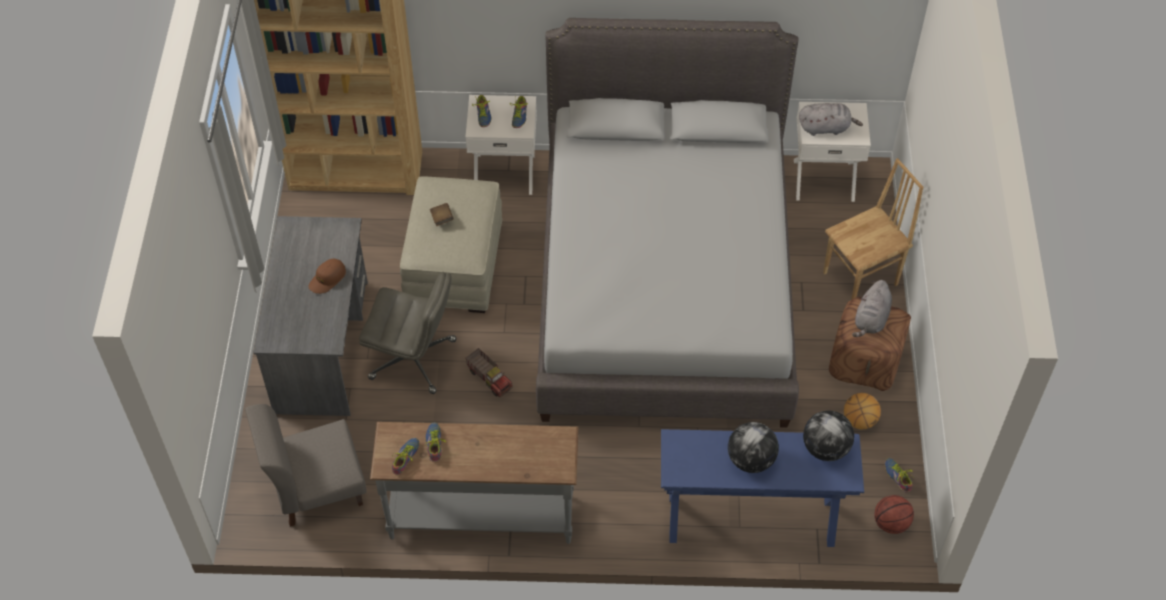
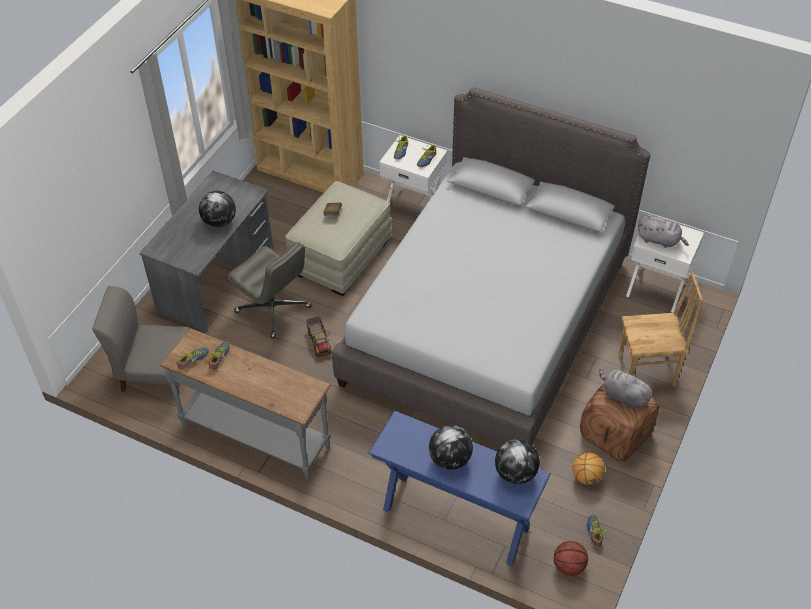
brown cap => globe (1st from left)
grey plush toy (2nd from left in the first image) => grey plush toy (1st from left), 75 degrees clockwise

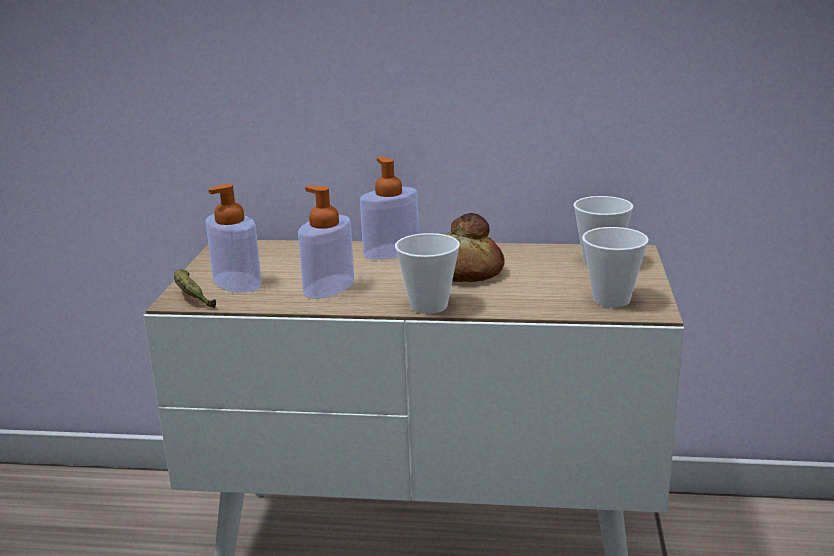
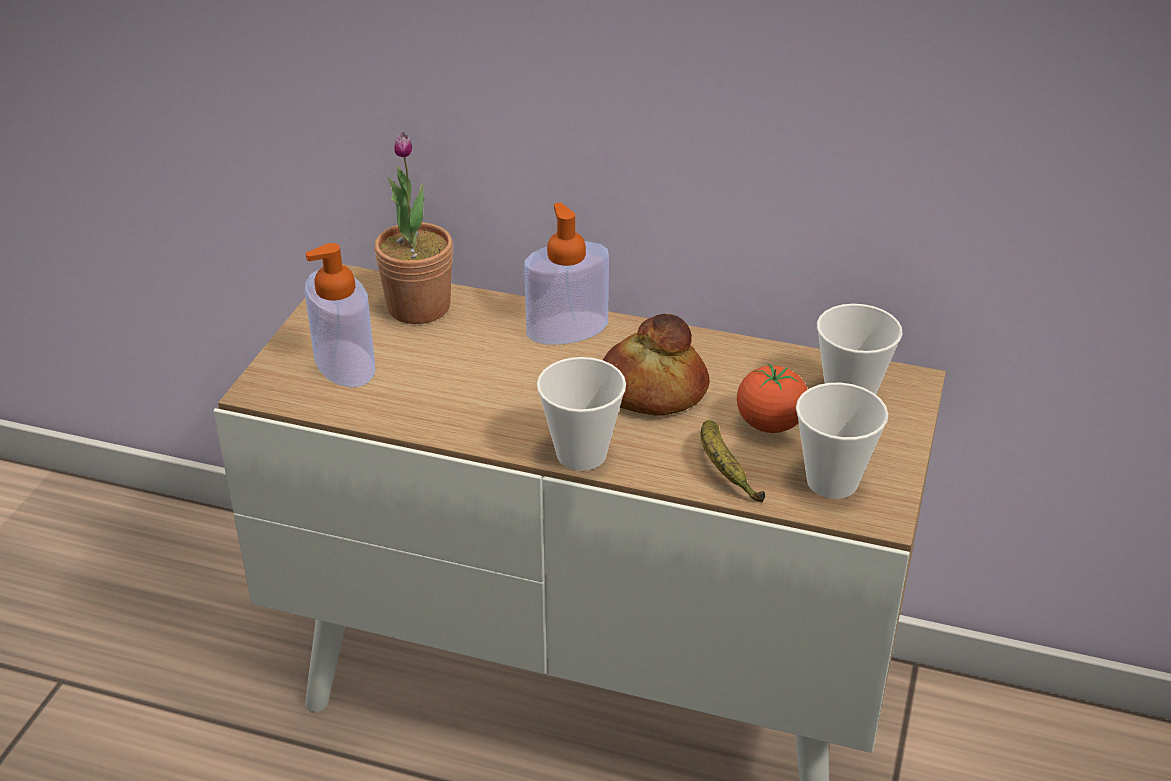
soap dispenser (2nd from left) => nothing
banana, move
nothing => potted plant
nothing => tomato

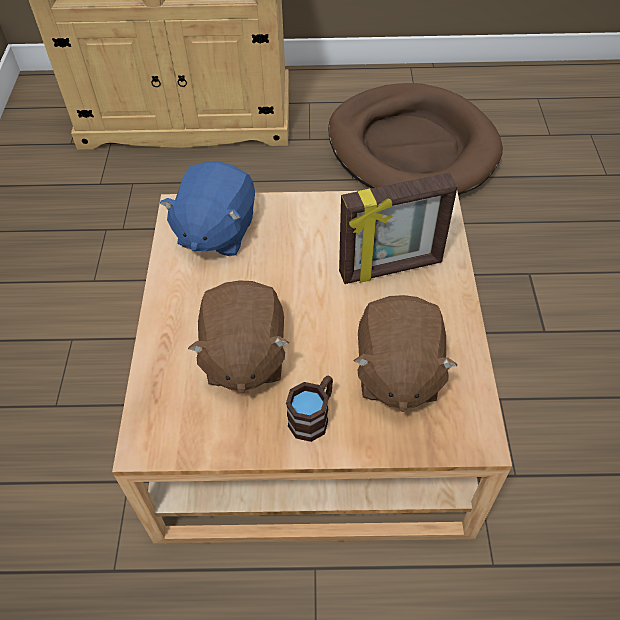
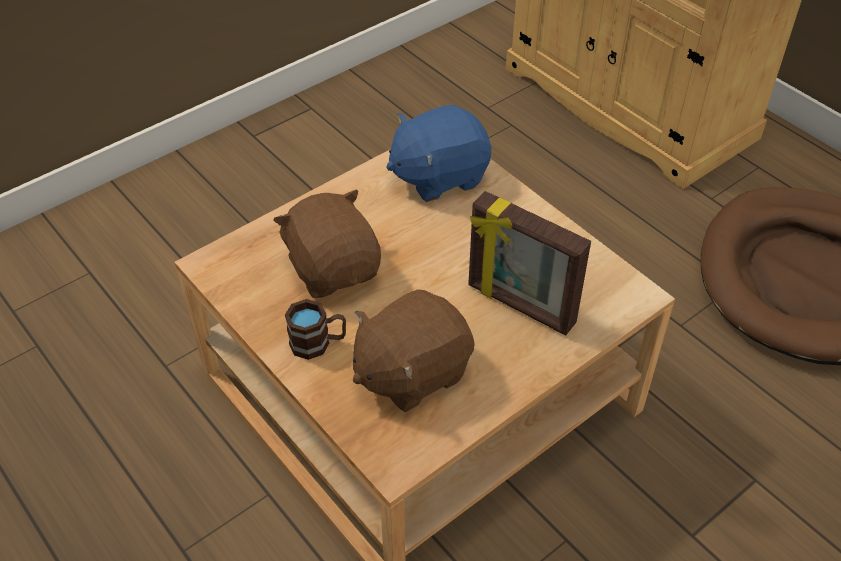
brown plush toy (1st from left), 105 degrees clockwise

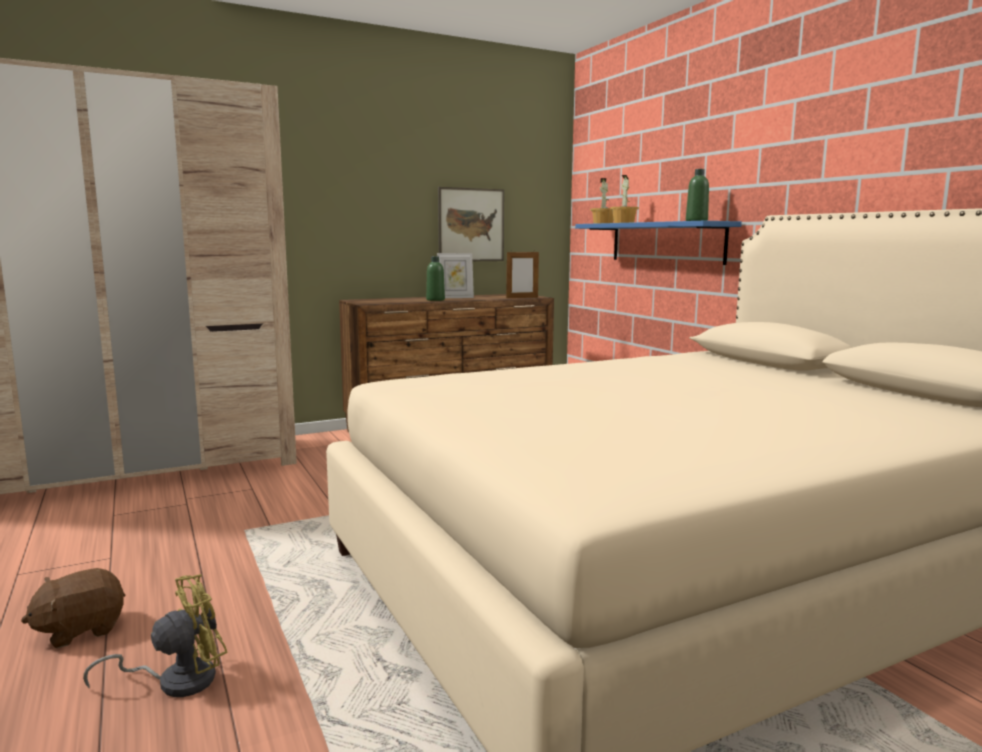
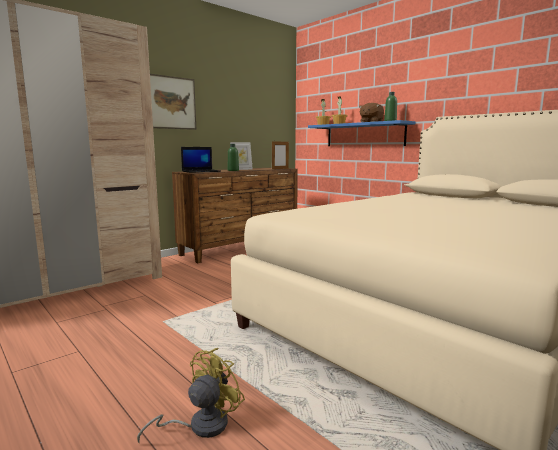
picture, move
brown plush toy, move
nothing => laptop

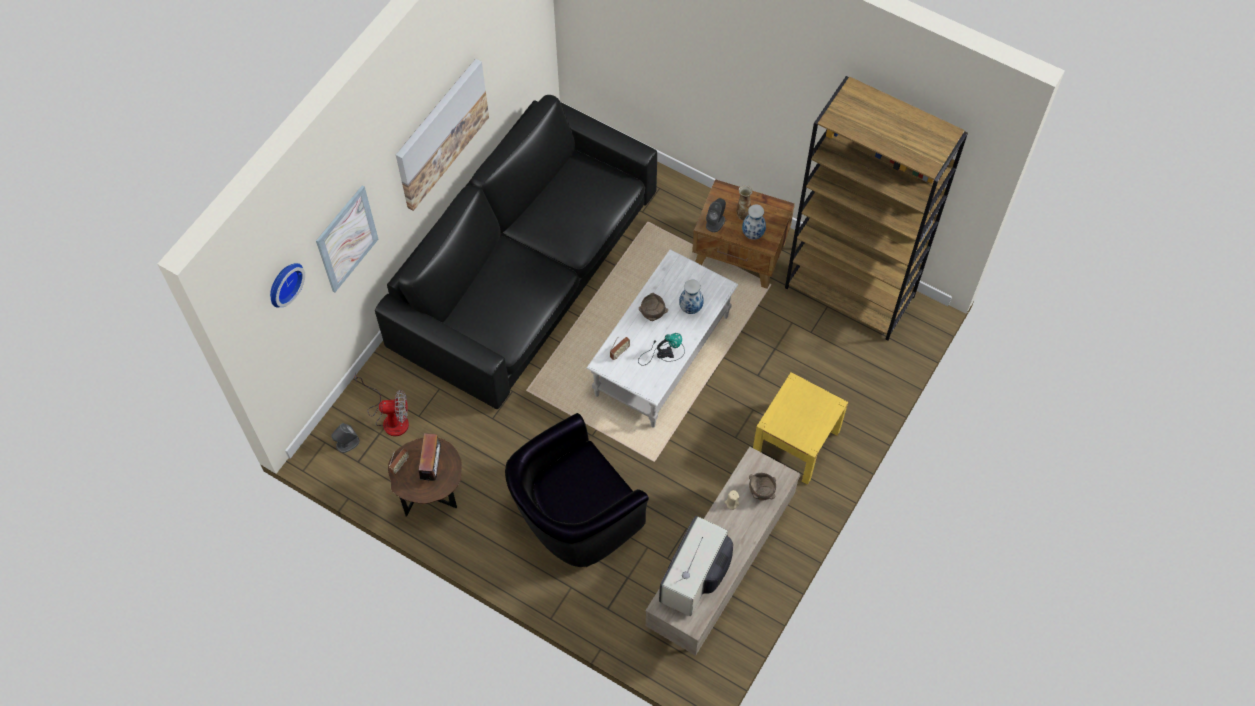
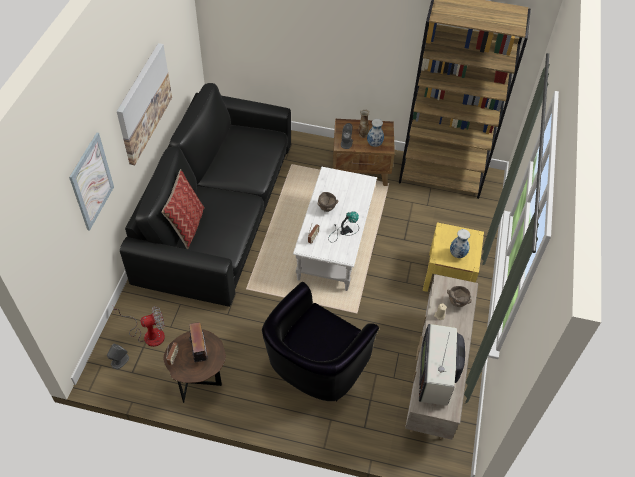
wall clock => nothing
vase (1st from left in the first image) => vase (3rd from left), move
nothing => pillow

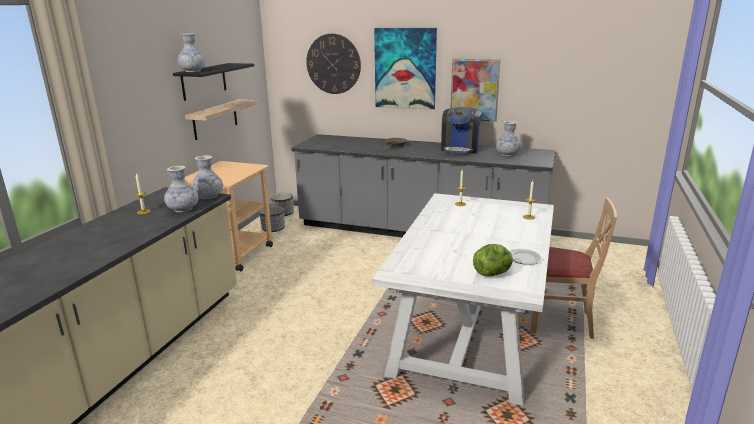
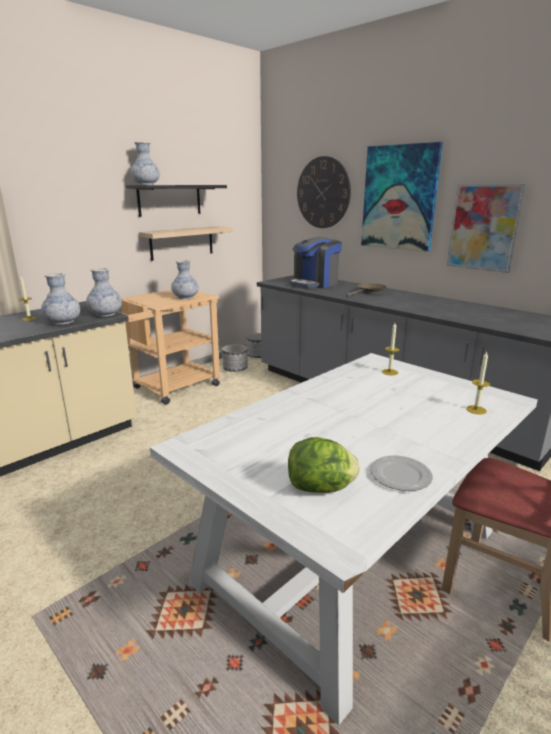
coffee machine, move
vase (4th from left), move

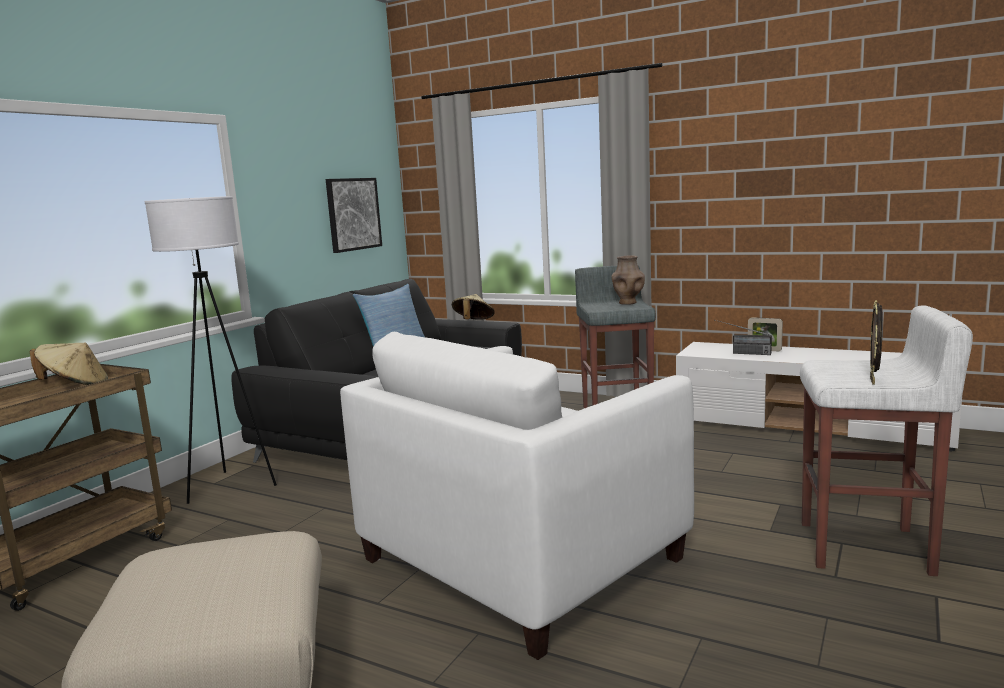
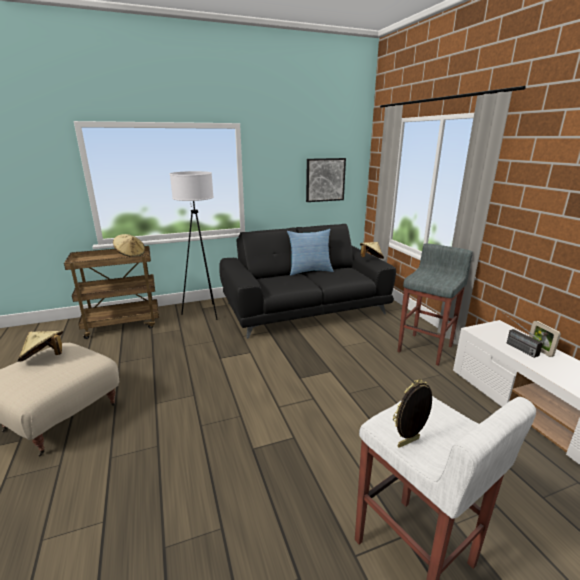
brown vase => nothing
white armchair => nothing
nothing => beige hat (1st from left)

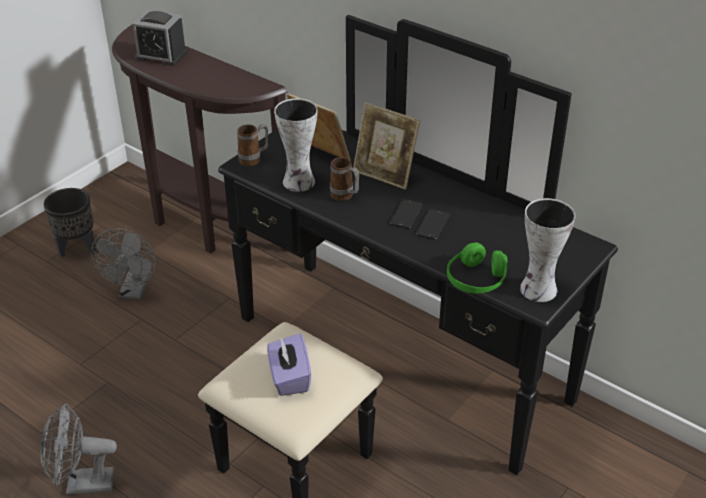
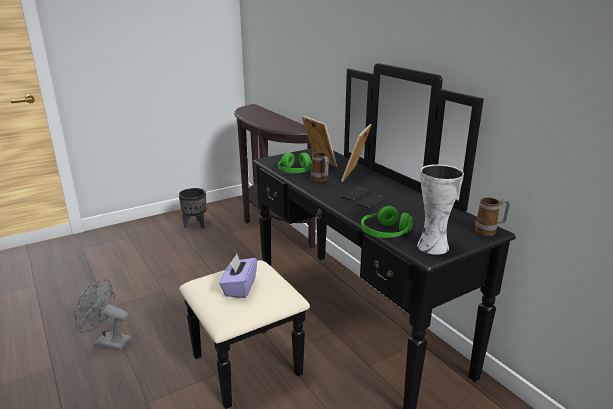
alarm clock => nothing
vase (1st from left) => green headphones (1st from left)
picture frame (2nd from left), 60 degrees clockwise
mug (1st from left in the first image) => mug (2nd from left), move
grey fan (2nd from left) => nothing

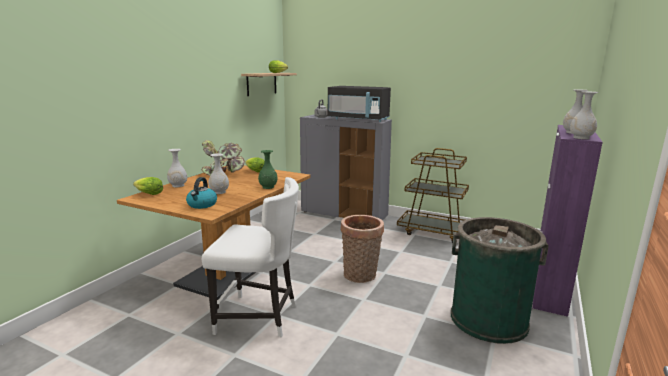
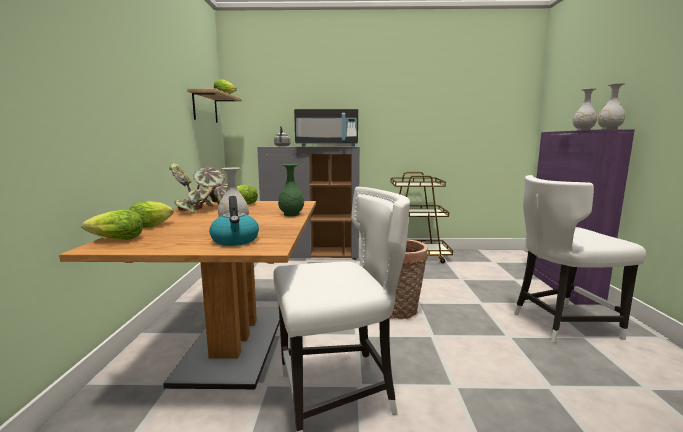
white vase (1st from left) => lettuce (2nd from left)
green trash can => white chair (2nd from left)

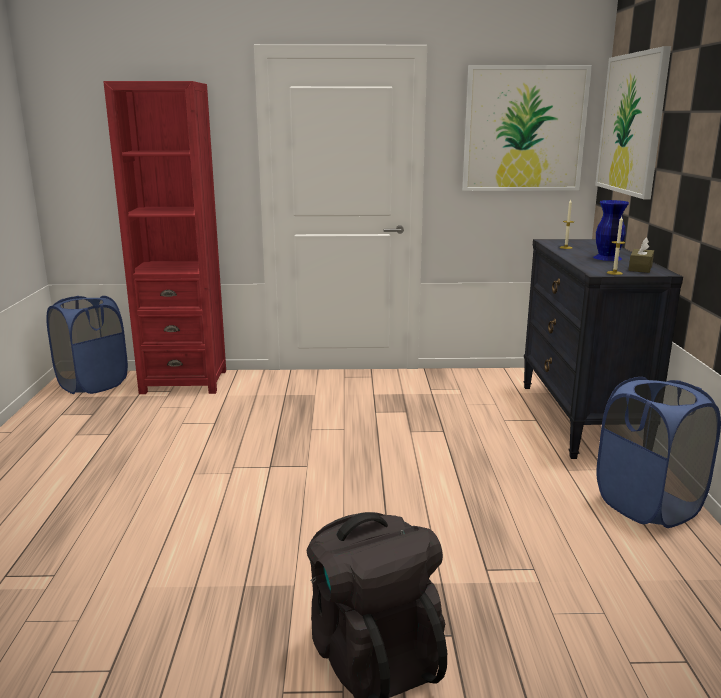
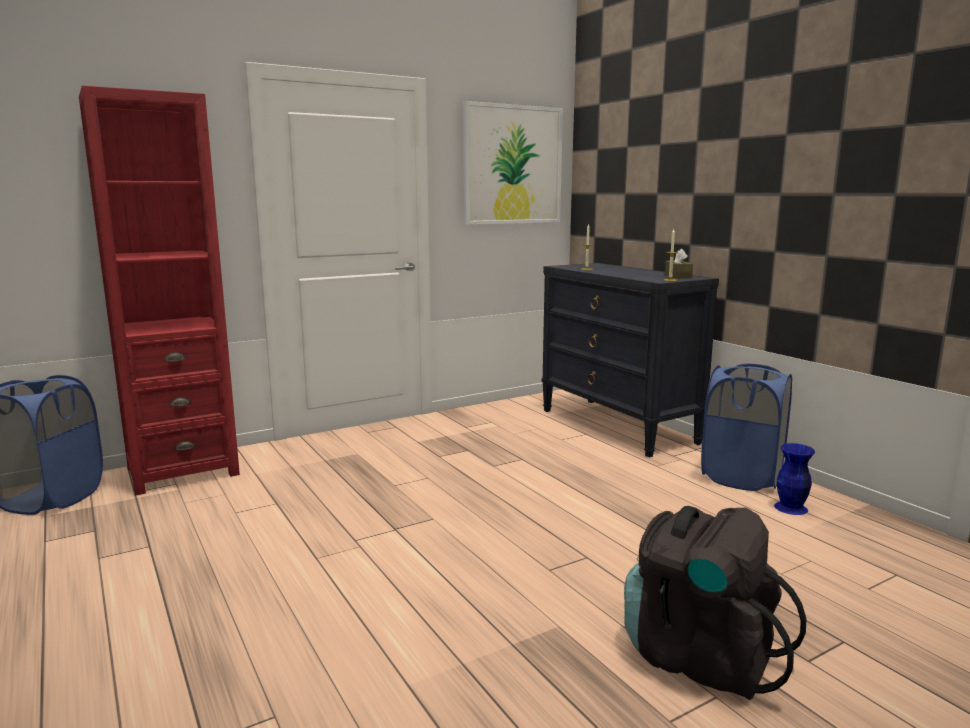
picture (2nd from left) => nothing
blue vase, move

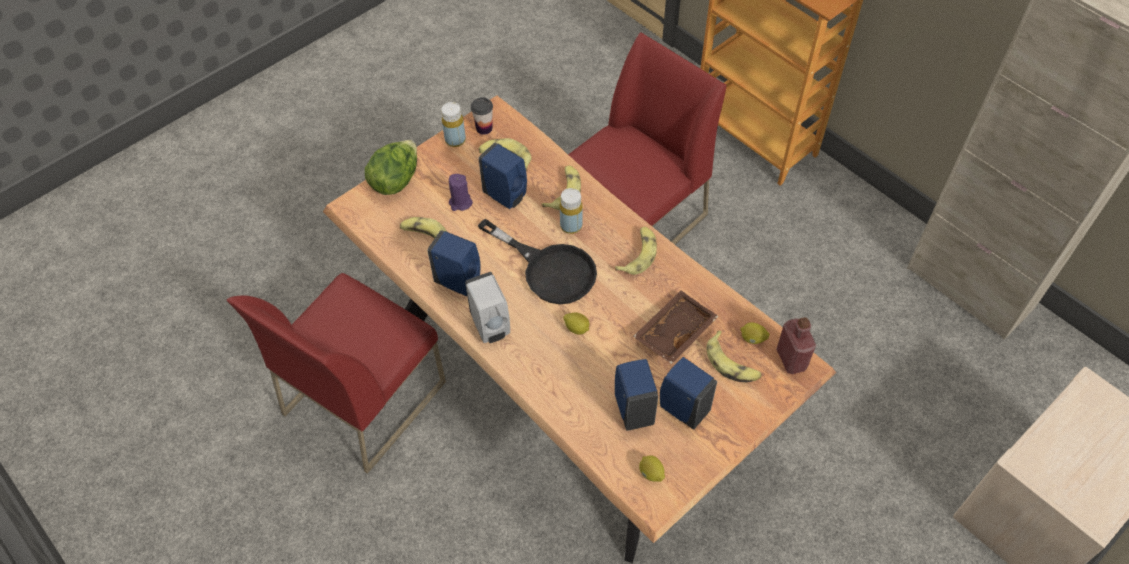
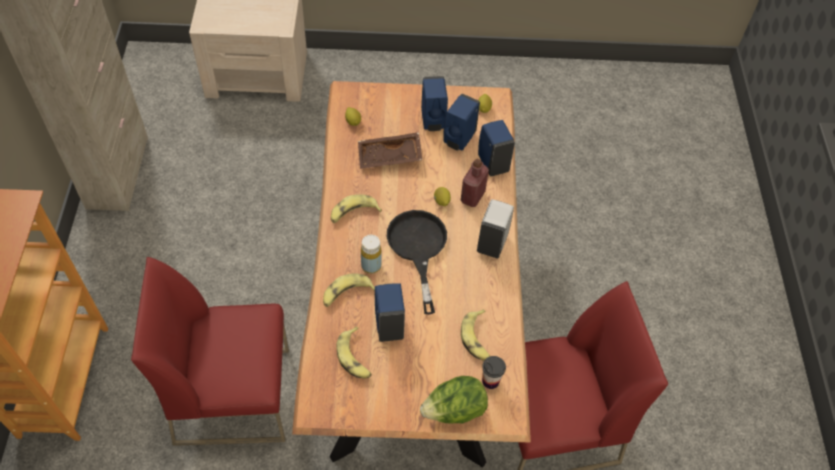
cup, move
yellow bottle (1st from left) => nothing
purple candle => nothing
blue soap dispenser (1st from left in the first image) => blue soap dispenser (4th from left), move
red bottle, move
banana (5th from left) => nothing

